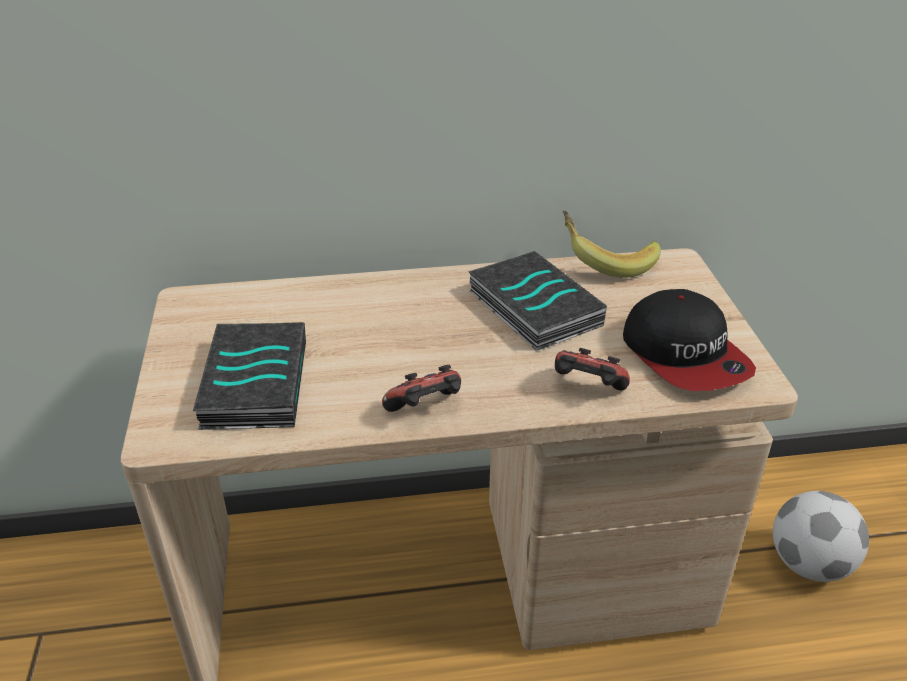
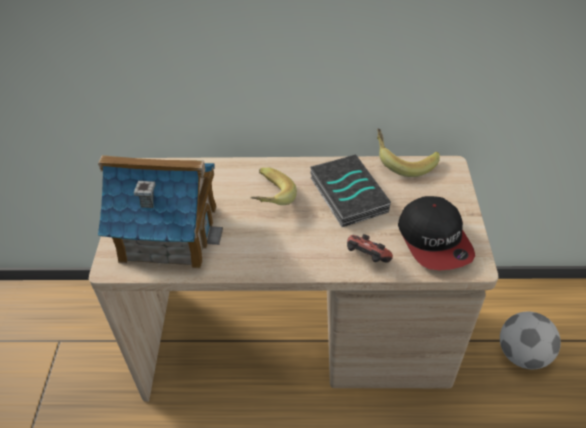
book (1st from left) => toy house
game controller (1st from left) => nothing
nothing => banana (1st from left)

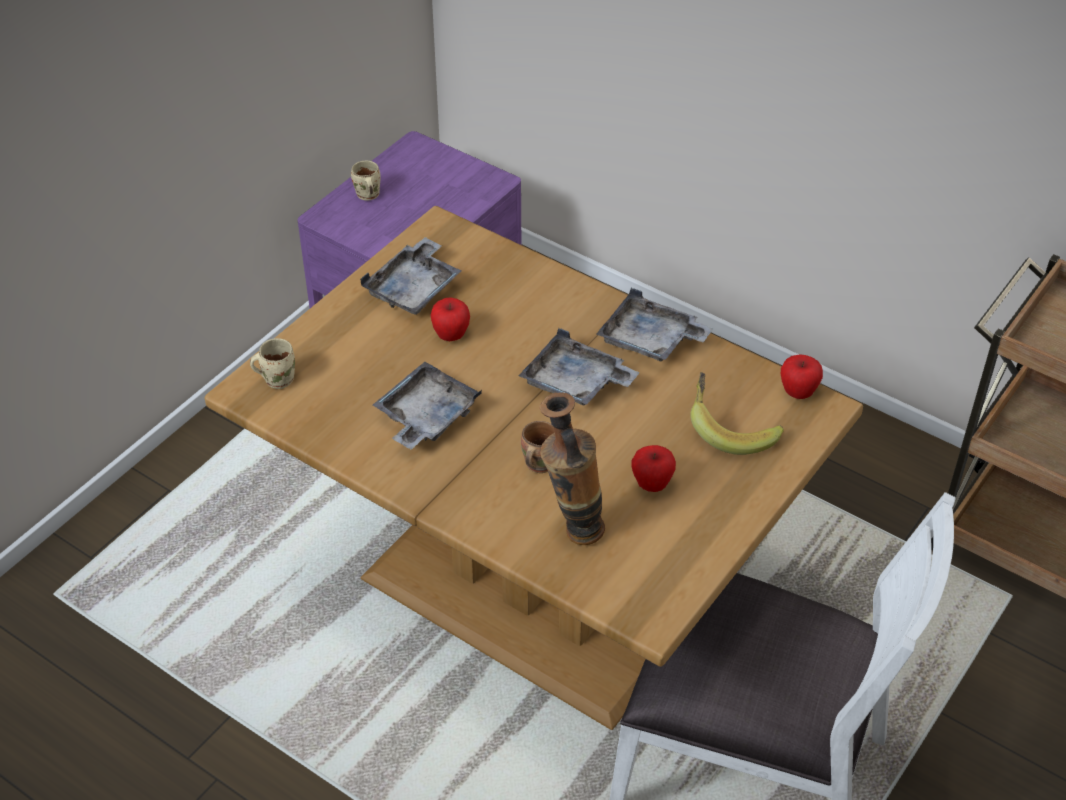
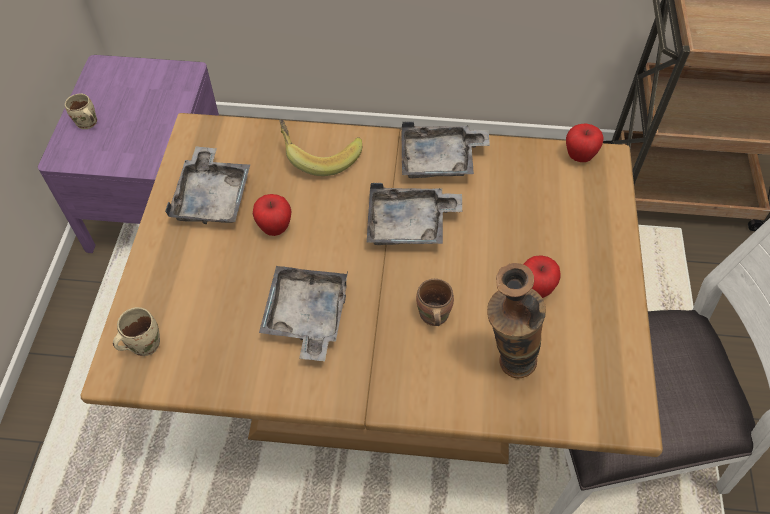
banana, move

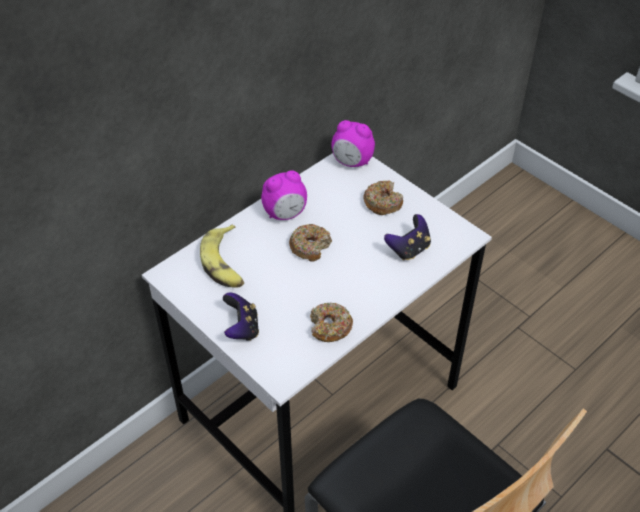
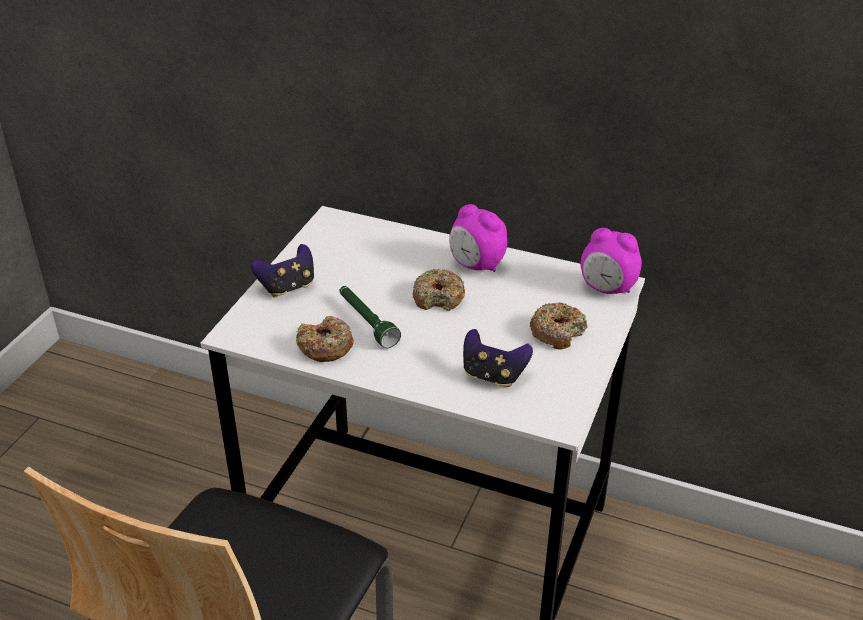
alarm clock (2nd from left), 60 degrees counterclockwise
banana => nothing
nothing => green flashlight

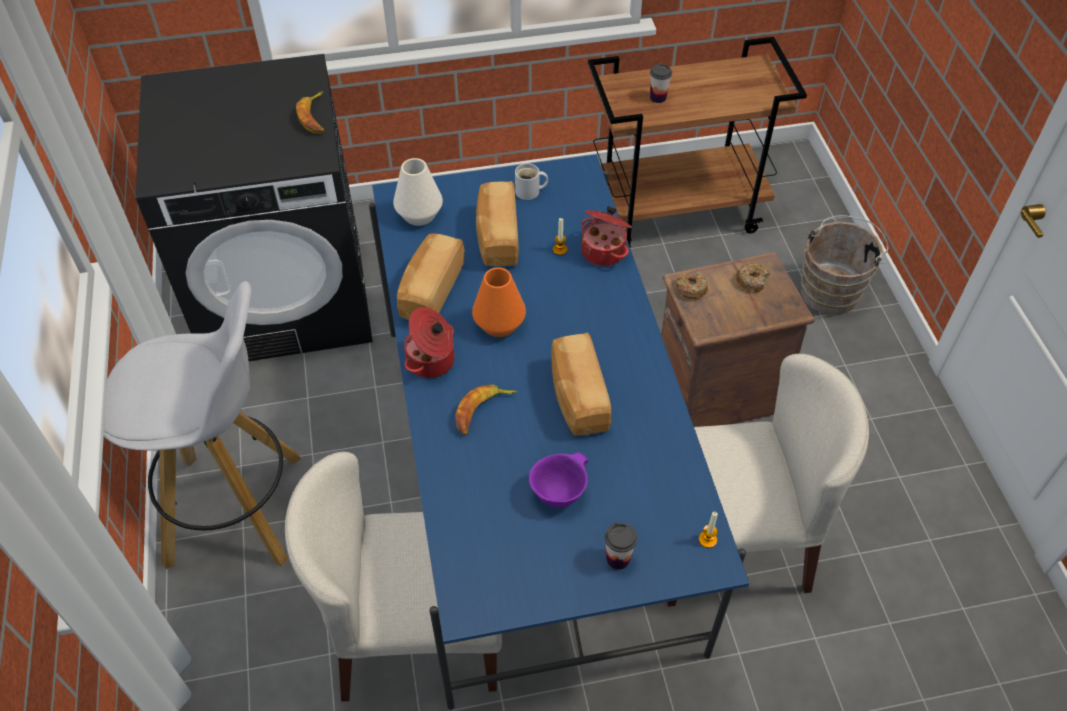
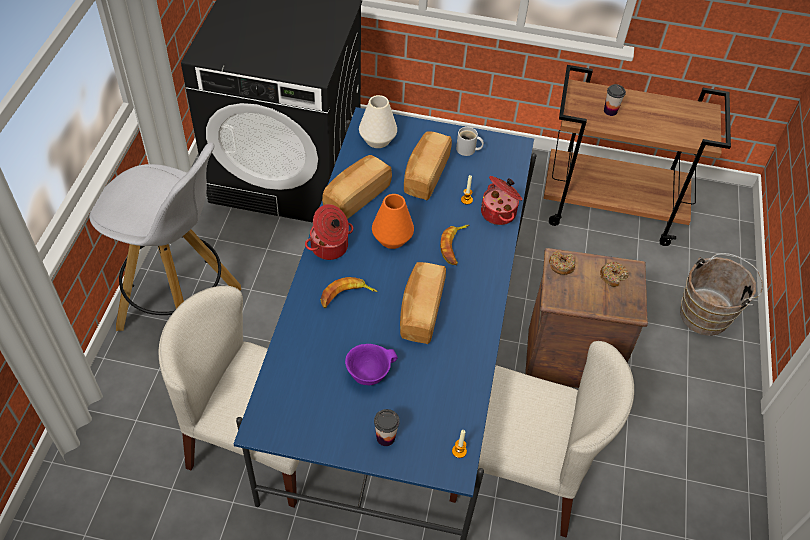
banana (1st from left in the first image) => banana (2nd from left), move

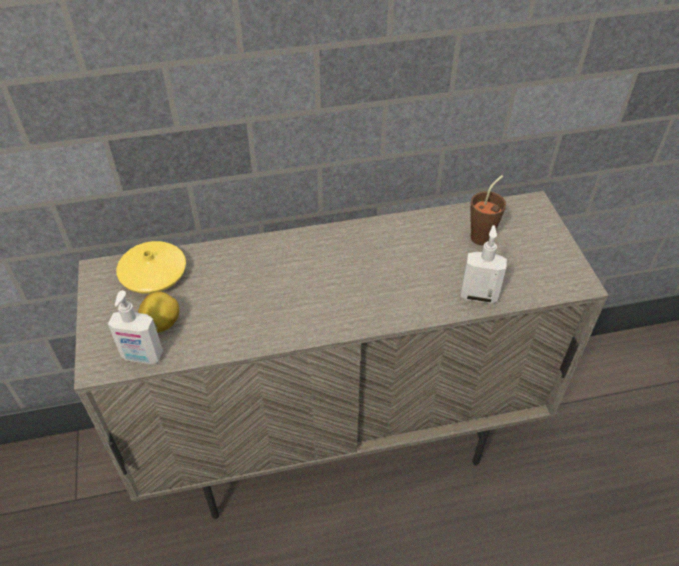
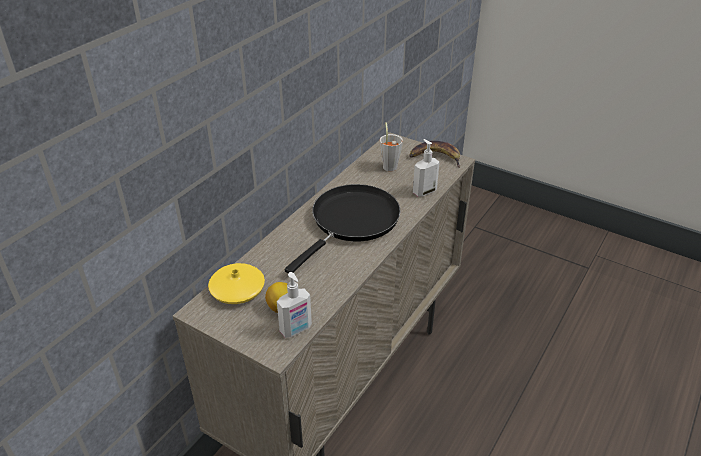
brown cup => grey cup
nothing => banana
nothing => black frying pan

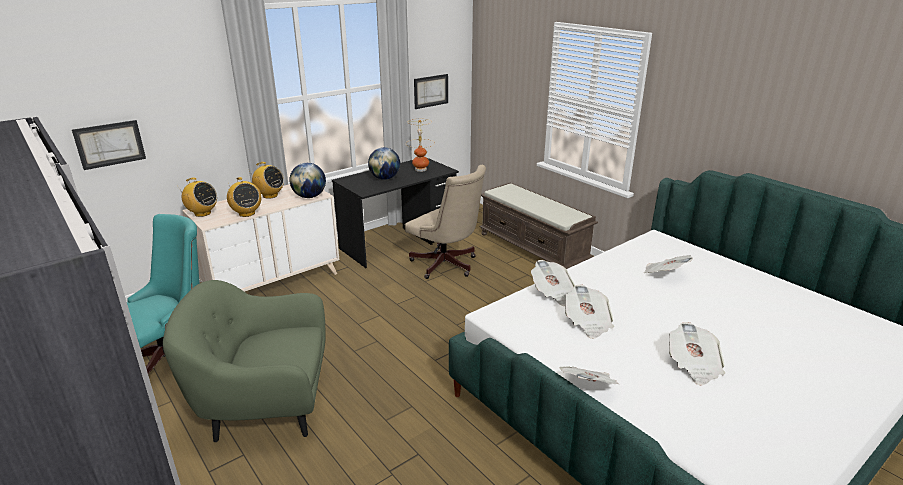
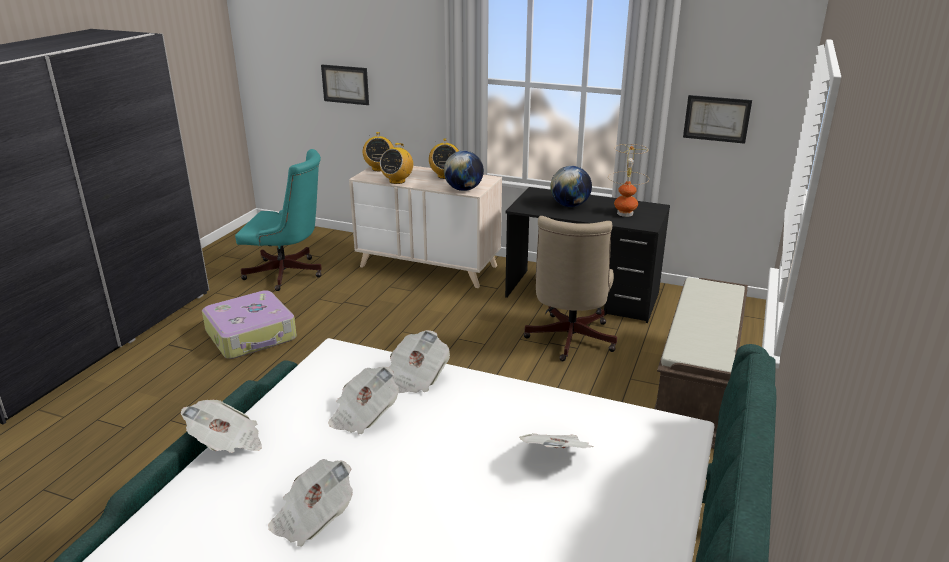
green armchair => suitcase

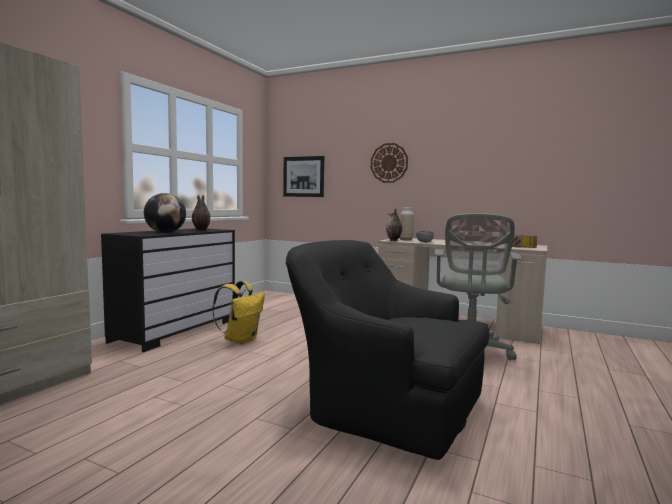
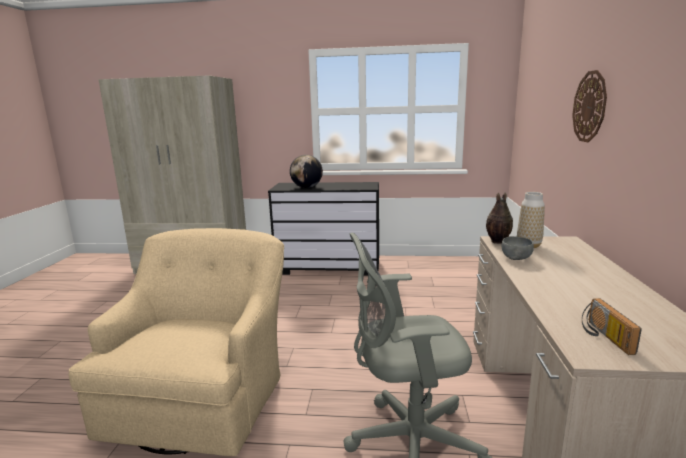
picture => nothing
vase (1st from left) => nothing
black armchair => beige armchair
yellow backpack => nothing

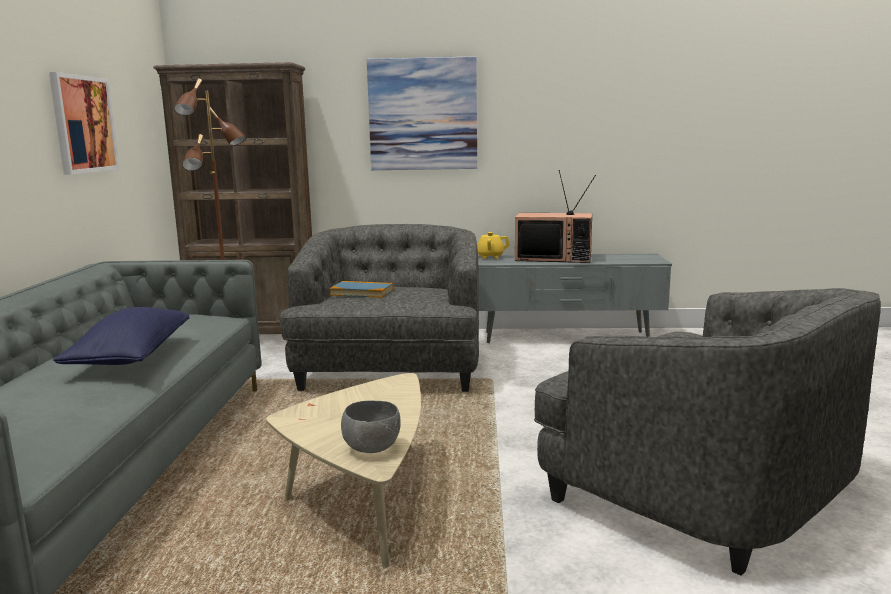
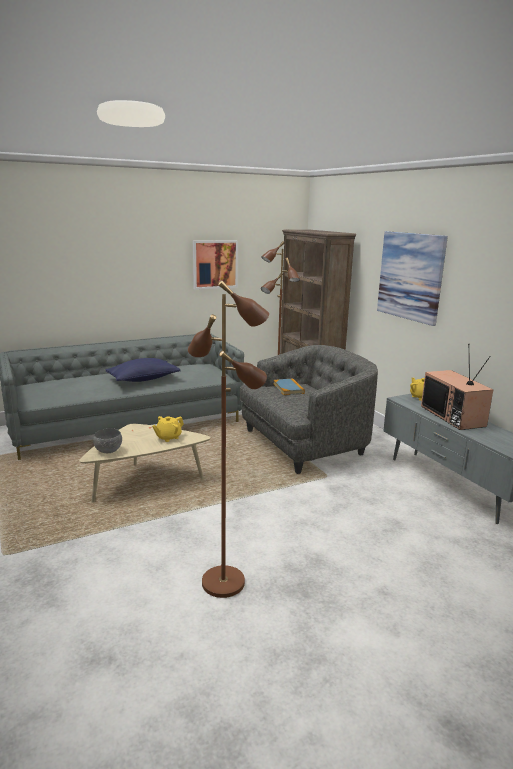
grey armchair (2nd from left) => brown floor lamp (1st from left)
nothing => yellow teapot (1st from left)

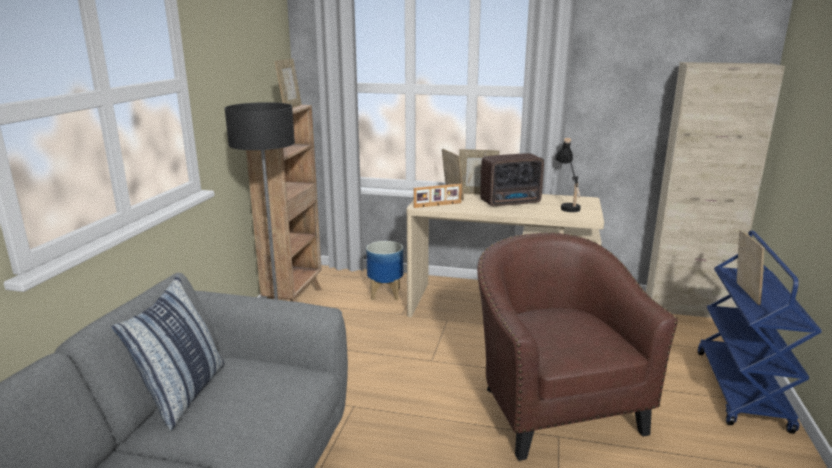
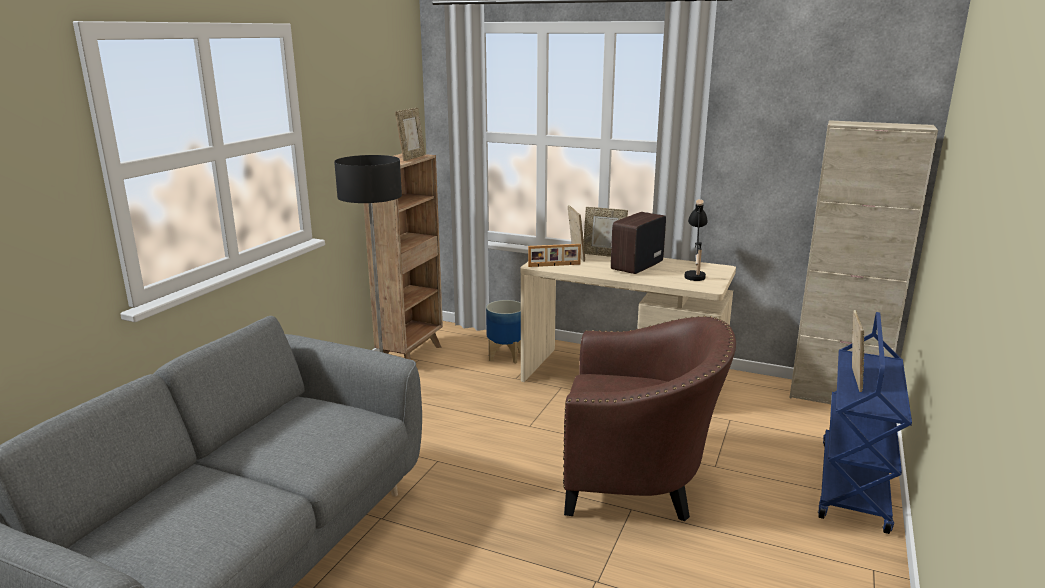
radio, 135 degrees clockwise
brown armchair, 105 degrees clockwise
pillow => nothing

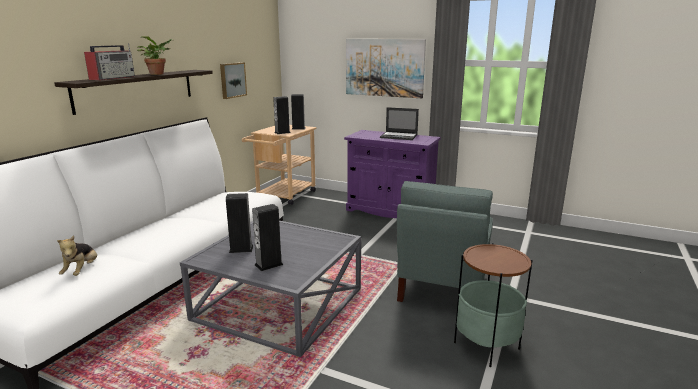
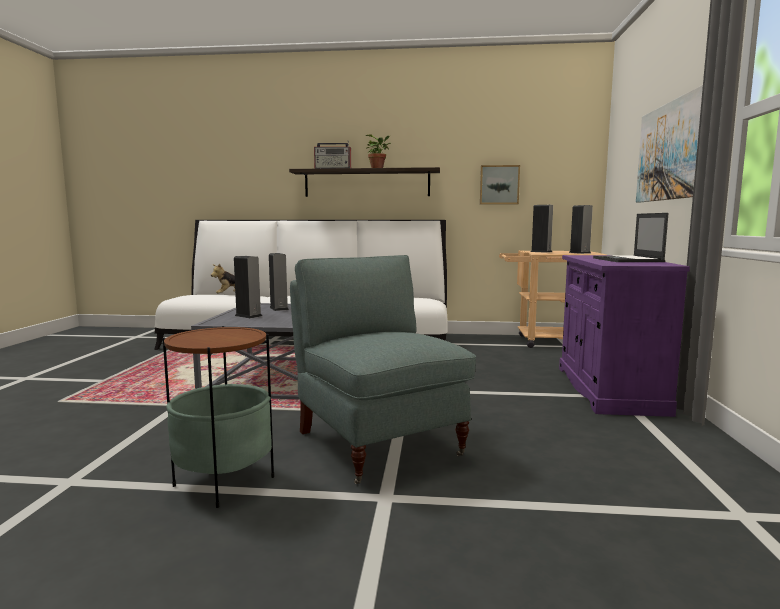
grey armchair, 60 degrees clockwise

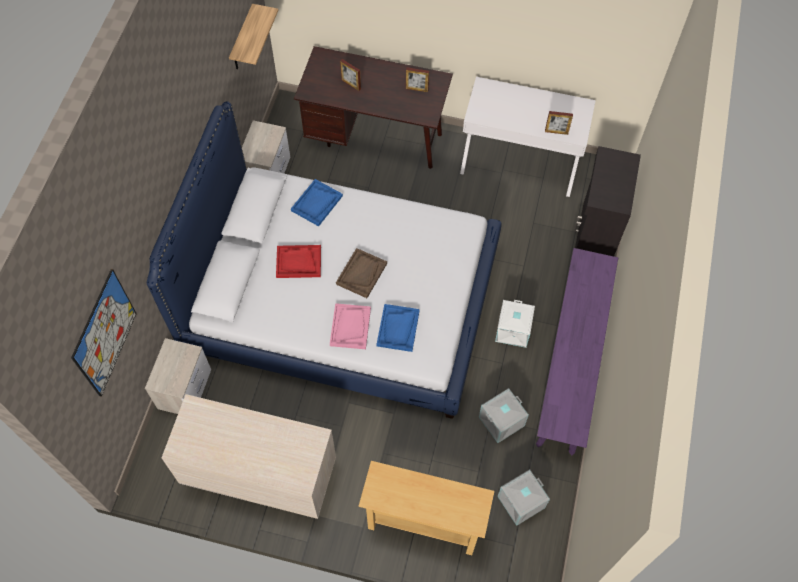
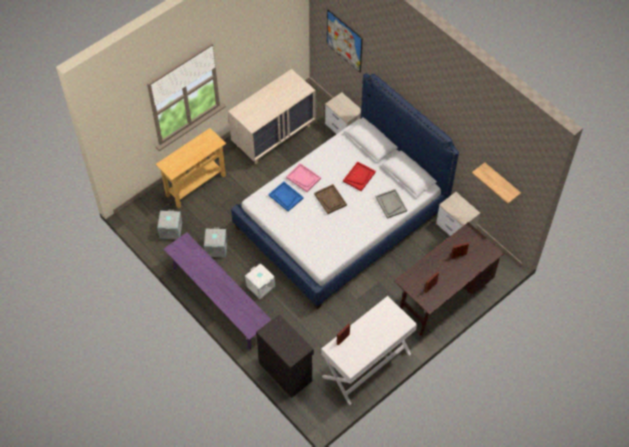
blue tray (1st from left) => grey tray

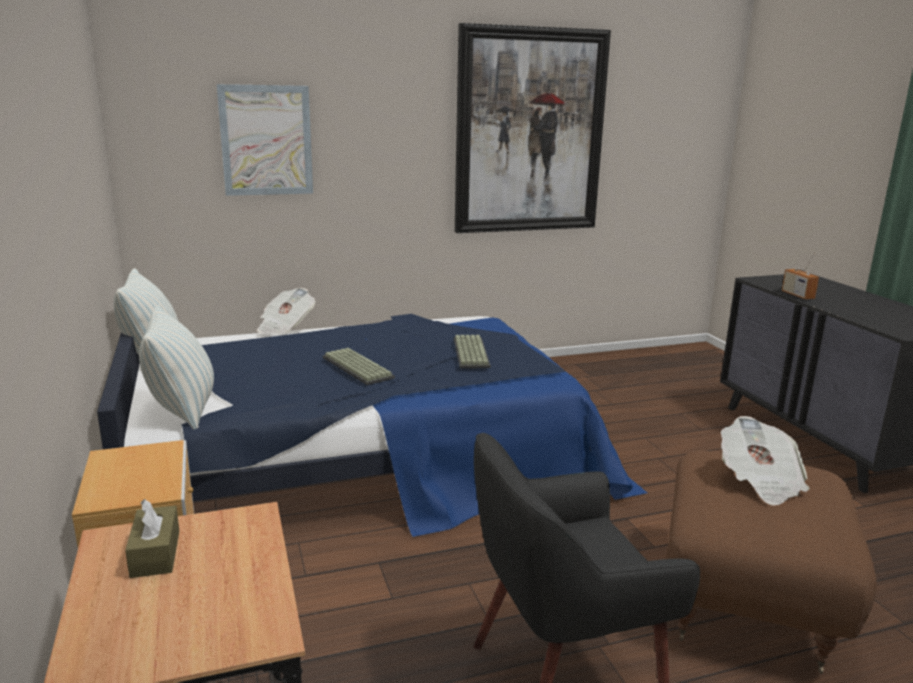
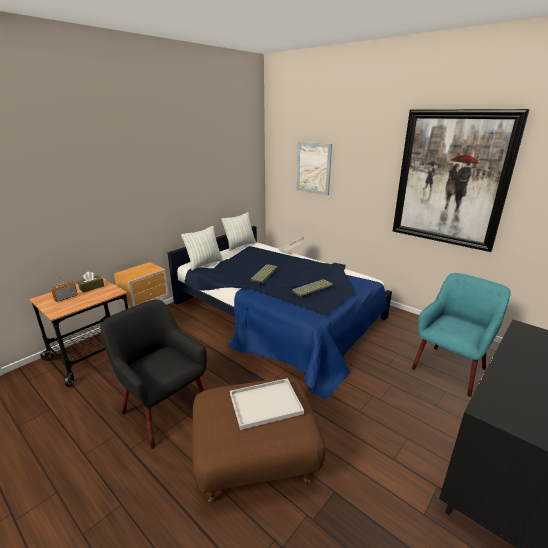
radio, move
newspaper (2nd from left) => white tray
nothing => turquoise armchair

